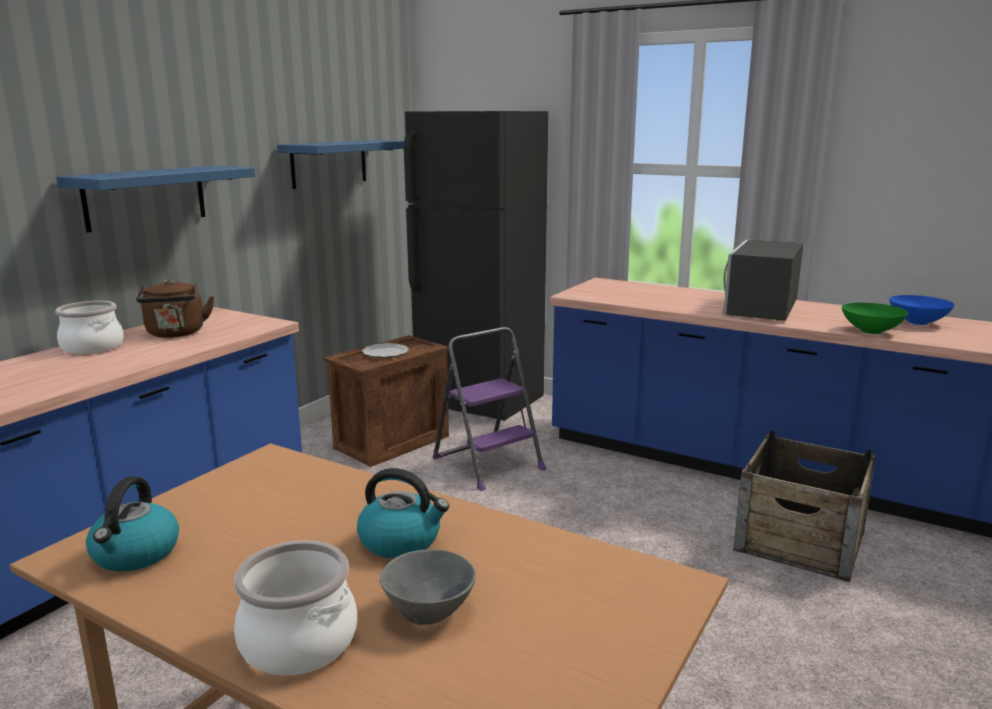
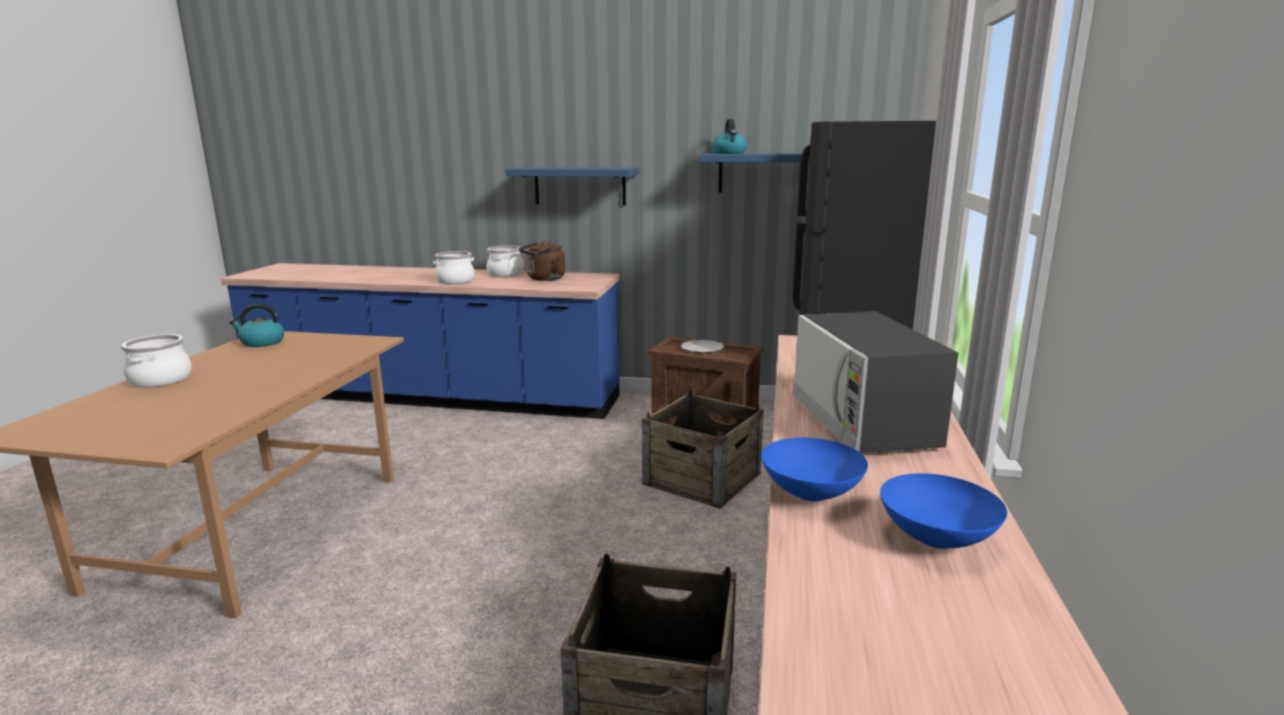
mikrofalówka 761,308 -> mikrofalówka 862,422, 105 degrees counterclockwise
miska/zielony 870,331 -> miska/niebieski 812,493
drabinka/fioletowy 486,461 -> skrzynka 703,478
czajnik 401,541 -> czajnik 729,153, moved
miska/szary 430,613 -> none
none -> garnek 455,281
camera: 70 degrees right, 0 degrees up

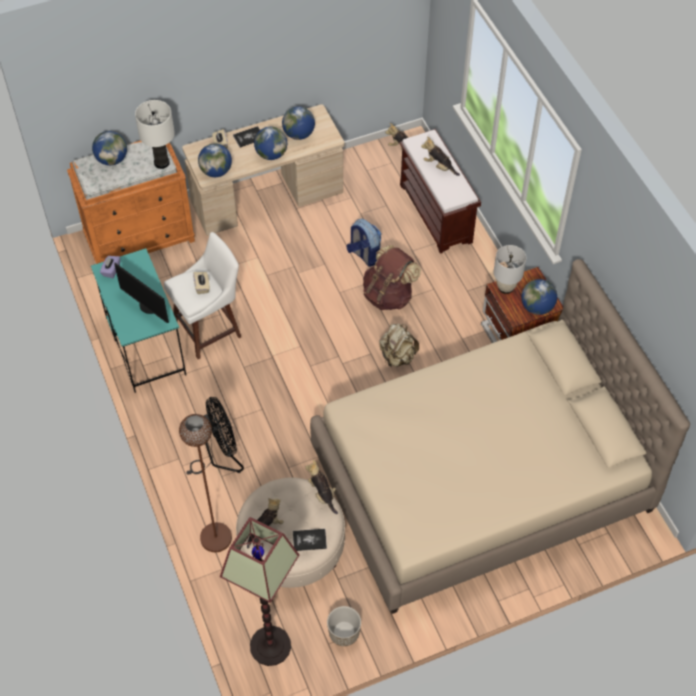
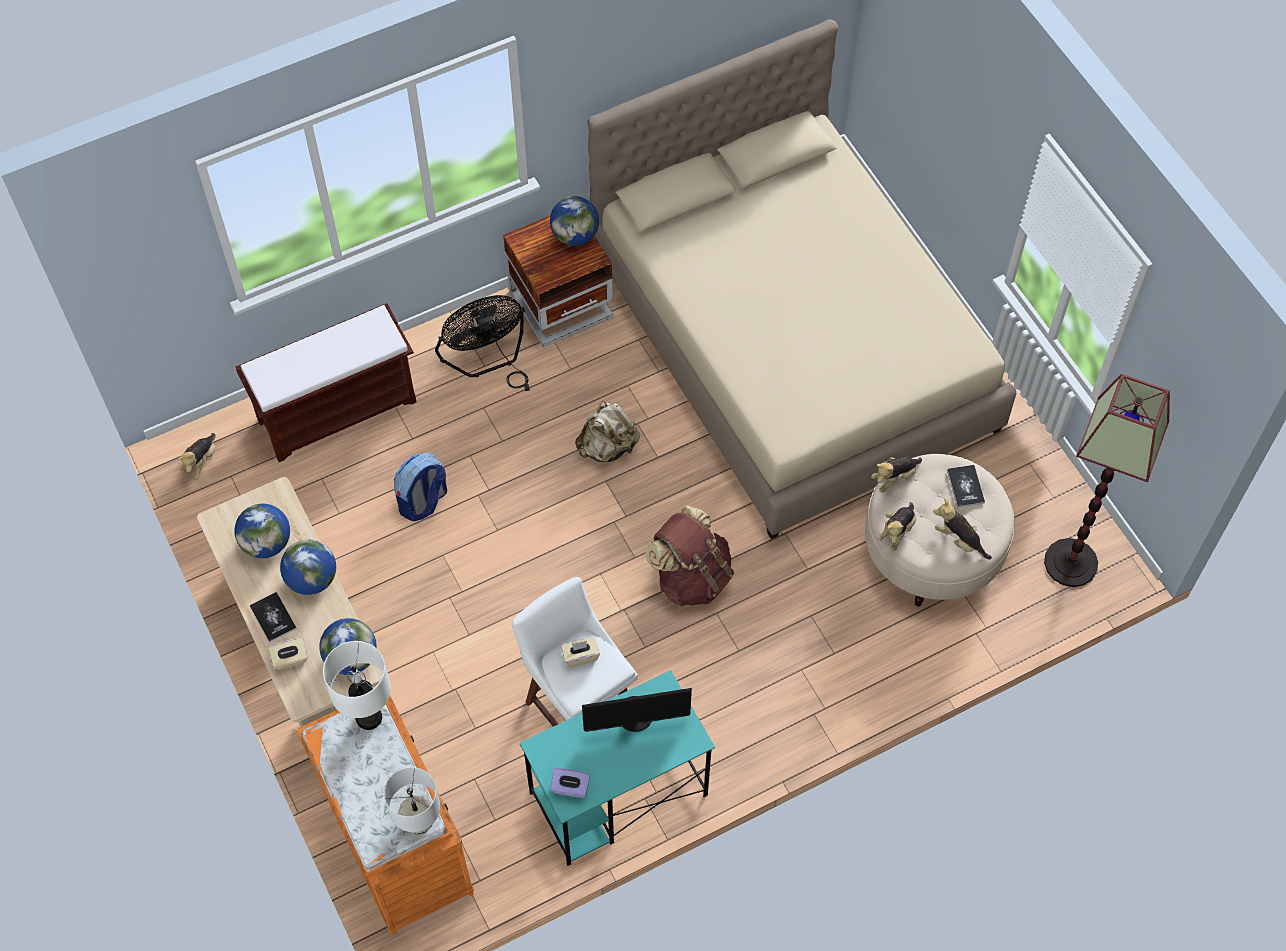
globus 112,160 -> none
pluszak 439,166 -> pluszak 897,531, moved
plecak/brązowy 388,295 -> plecak/brązowy 691,577, moved
lampa stołowa/biały 506,287 -> lampa stołowa/biały 418,821, moved
monitor 149,306 -> monitor 636,718, 45 degrees clockwise
wentylator/czarny 218,451 -> wentylator/czarny 491,359, moved
lampa stojąca/brązowy 215,538 -> none
donica 344,633 -> none
camera: 95 degrees left, 5 degrees up

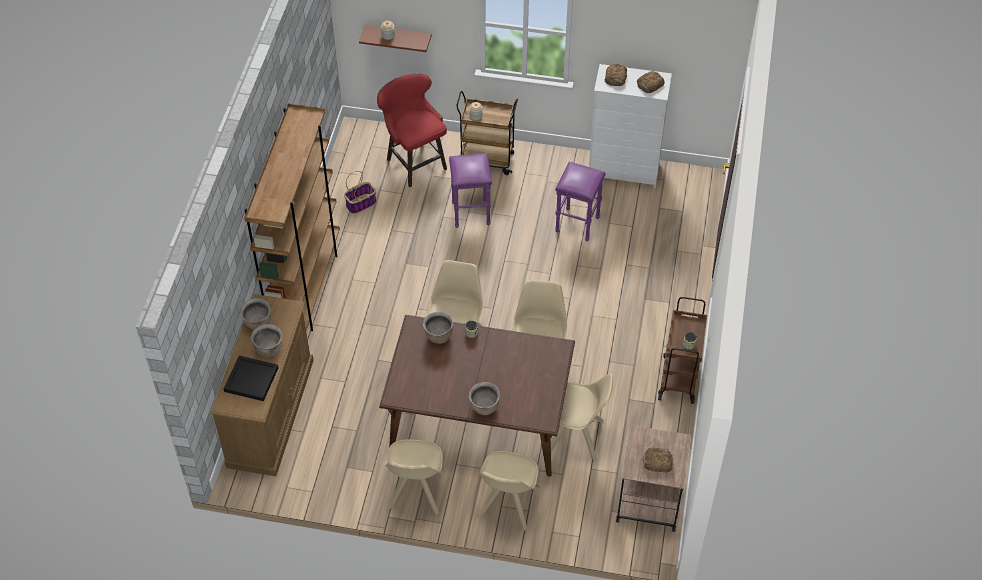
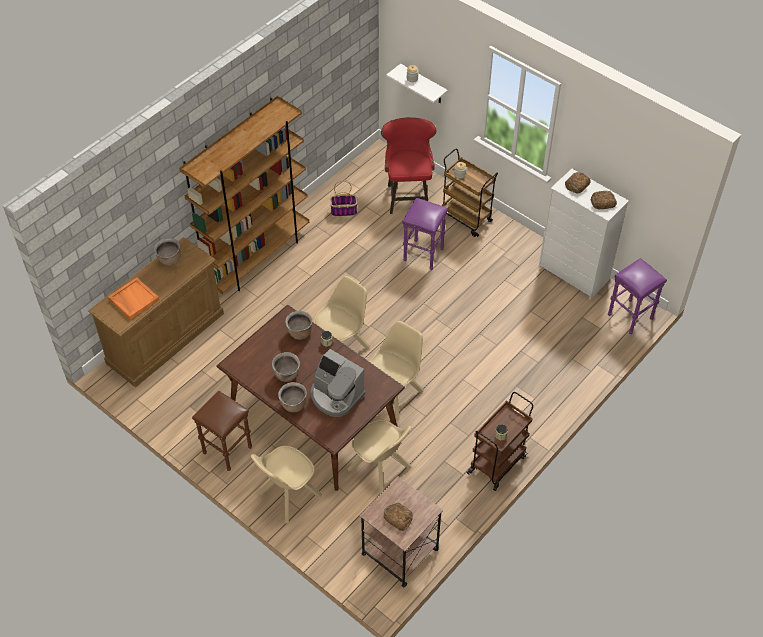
półka/brązowy 398,38 -> półka/biały 423,84
stołek/fioletowy 576,223 -> stołek/fioletowy 630,315, moved
garnek/brązowy 269,349 -> garnek/brązowy 287,375, moved
taca/czarny 251,380 -> taca/pomarańczowy 133,299
krzesło/beżowy 415,491 -> stołek/brązowy 226,450
none -> ekspres do kawy 336,396
camera: 30 degrees right, 0 degrees up

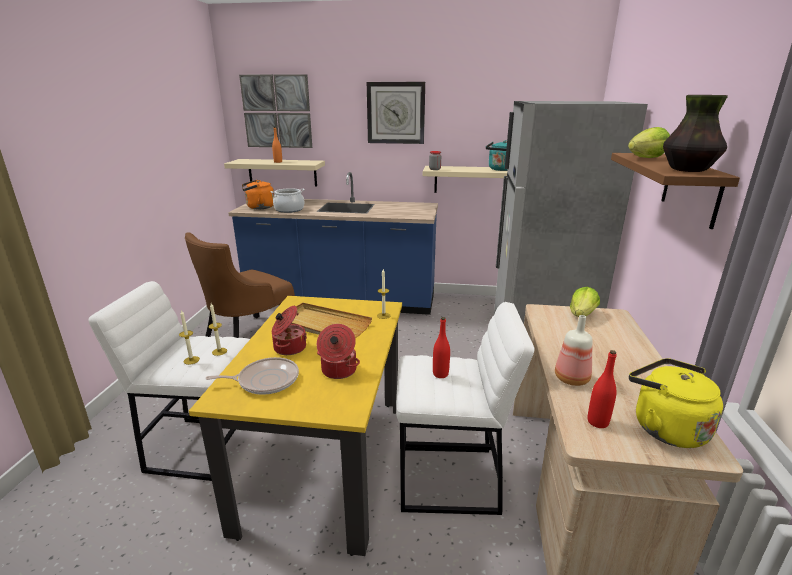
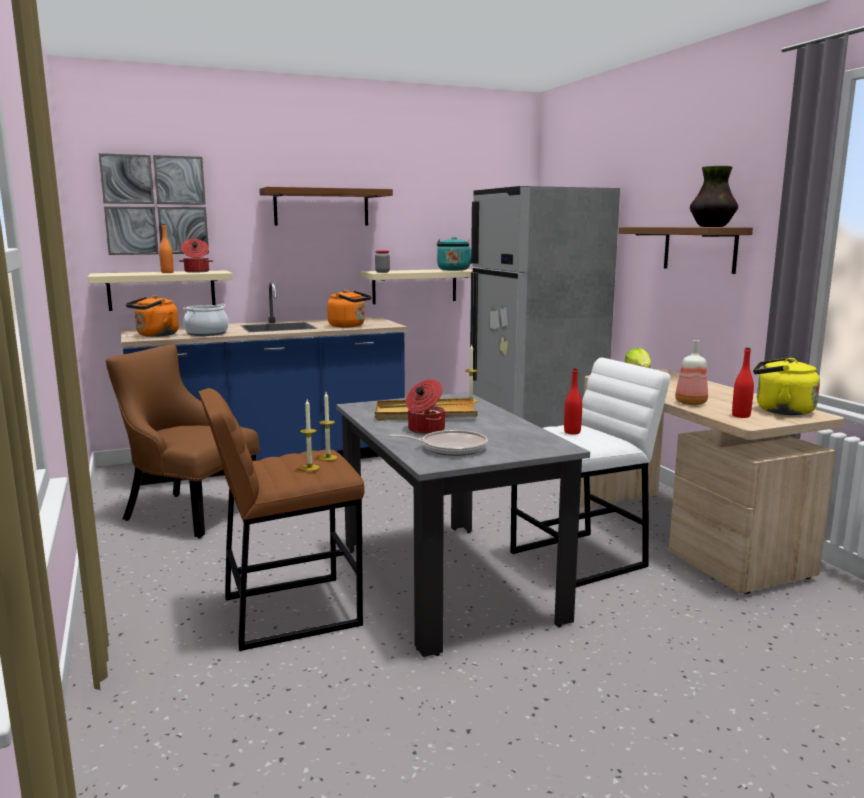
zegar ścienny 396,113 -> półka/brązowy 321,207
sałata 646,158 -> none
krzesło/brązowy 249,336 -> krzesło/brązowy 191,514, 105 degrees clockwise
stołek/biały 202,448 -> stołek/brązowy 287,612
stół jadalny/żółty 326,461 -> stół jadalny/szary 447,581
garnek 338,371 -> garnek 196,271, moved
patelnia 265,380 -> patelnia 450,448, 45 degrees clockwise
none -> czajnik/pomarańczowy 349,326
camera: 30 degrees left, 10 degrees down

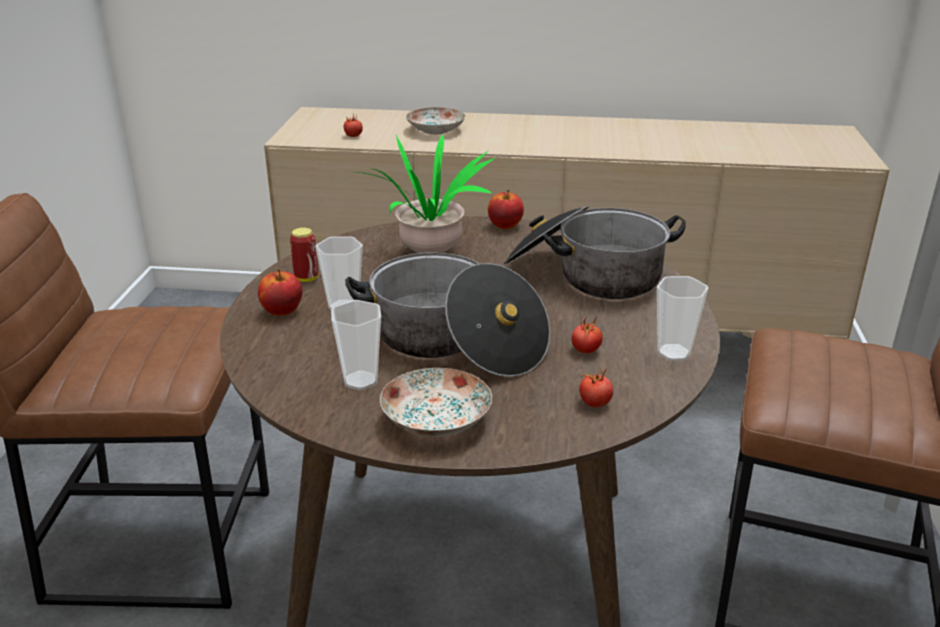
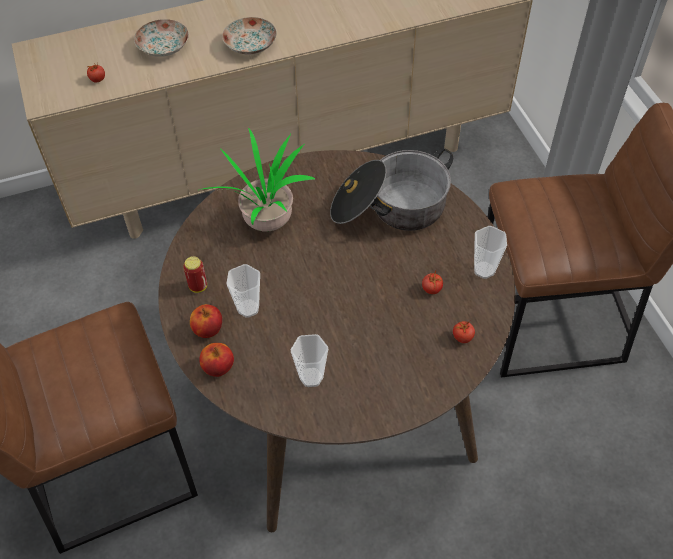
jabłko 505,226 -> jabłko 218,367, moved
garnek 454,342 -> none
talerz 435,421 -> talerz 250,45, moved
camera: 25 degrees left, 25 degrees up

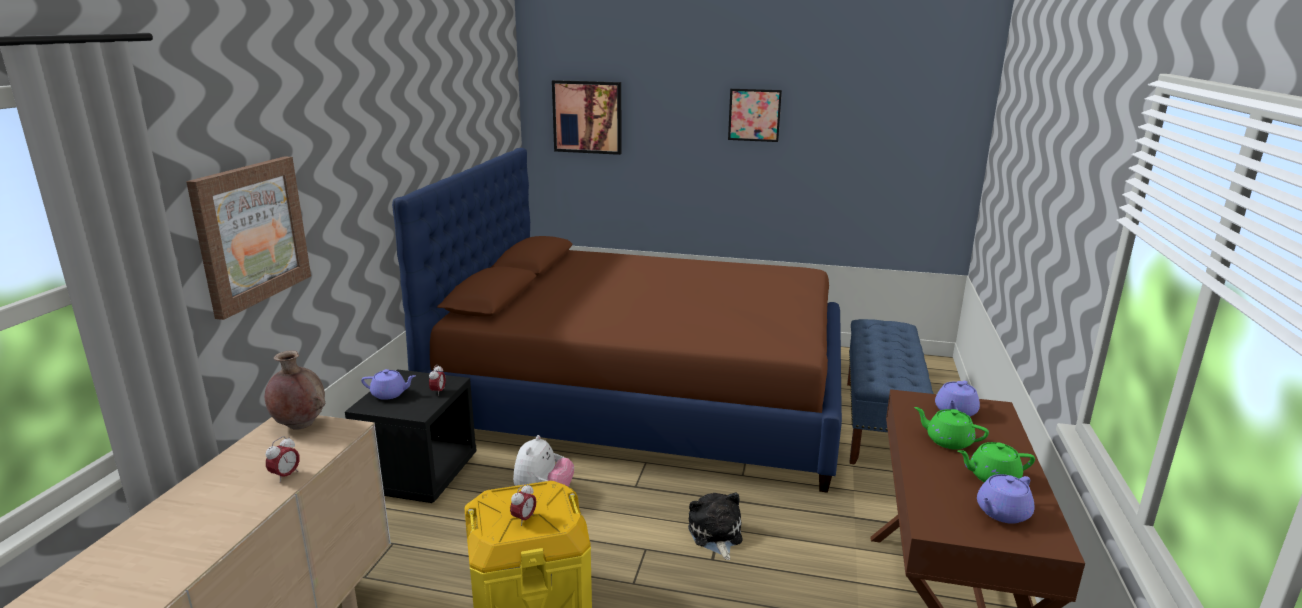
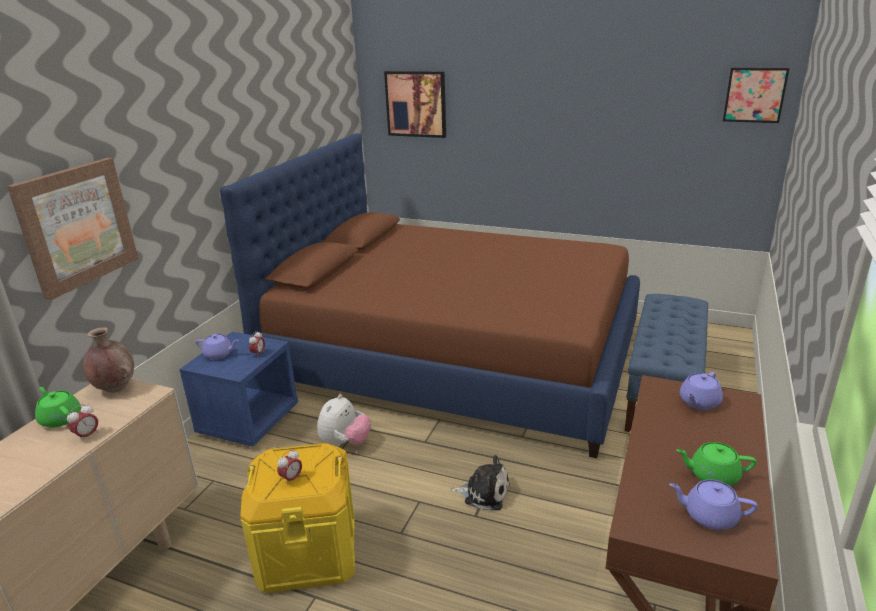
obraz 754,115 -> obraz 754,95, moved
szafka nocna/czarny 419,475 -> szafka nocna/niebieski 249,420
imbryk/zielony 947,441 -> imbryk/zielony 60,418, moved
imbryk/fioletowy 1001,513 -> imbryk/fioletowy 709,516, 45 degrees clockwise
pluszak 715,535 -> pluszak 484,493, 105 degrees clockwise
camera: 10 degrees right, 5 degrees up

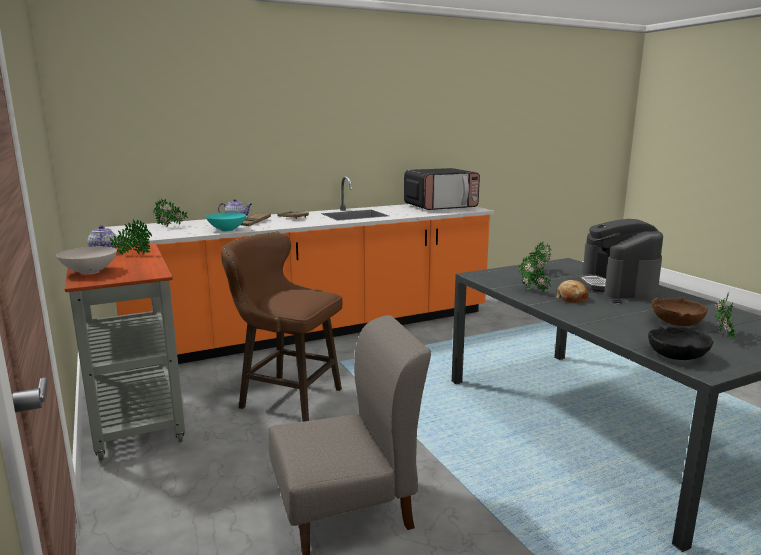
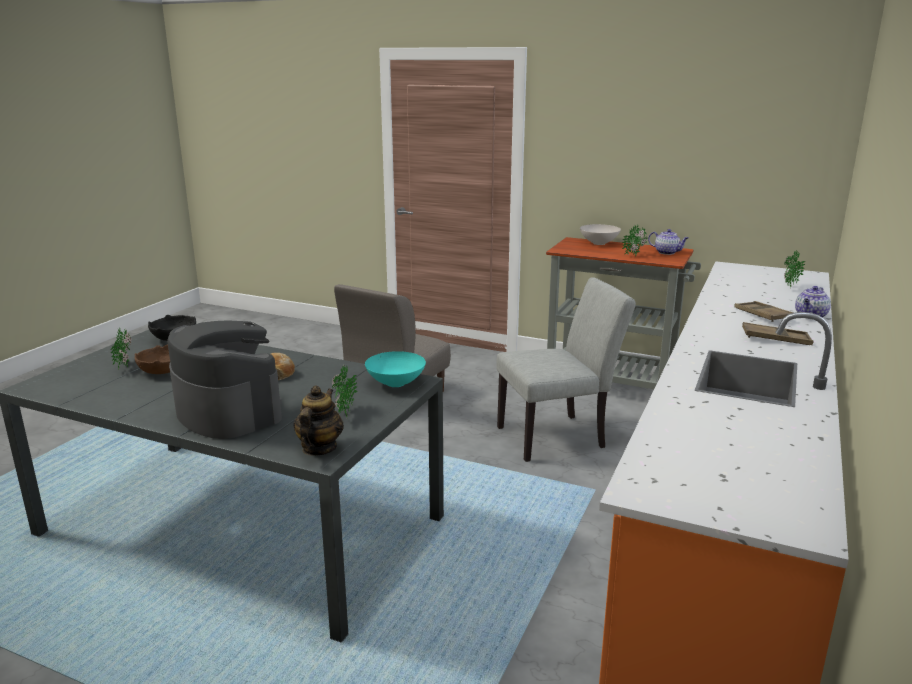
mikrofalówka 440,206 -> none
miska/turkusowy 226,230 -> miska/turkusowy 396,383, moved
stołek/brązowy 287,397 -> krzesło/szary 558,436
roślina doniczkowa 532,291 -> none
none -> imbryk 319,448
camera: 140 degrees right, 5 degrees up

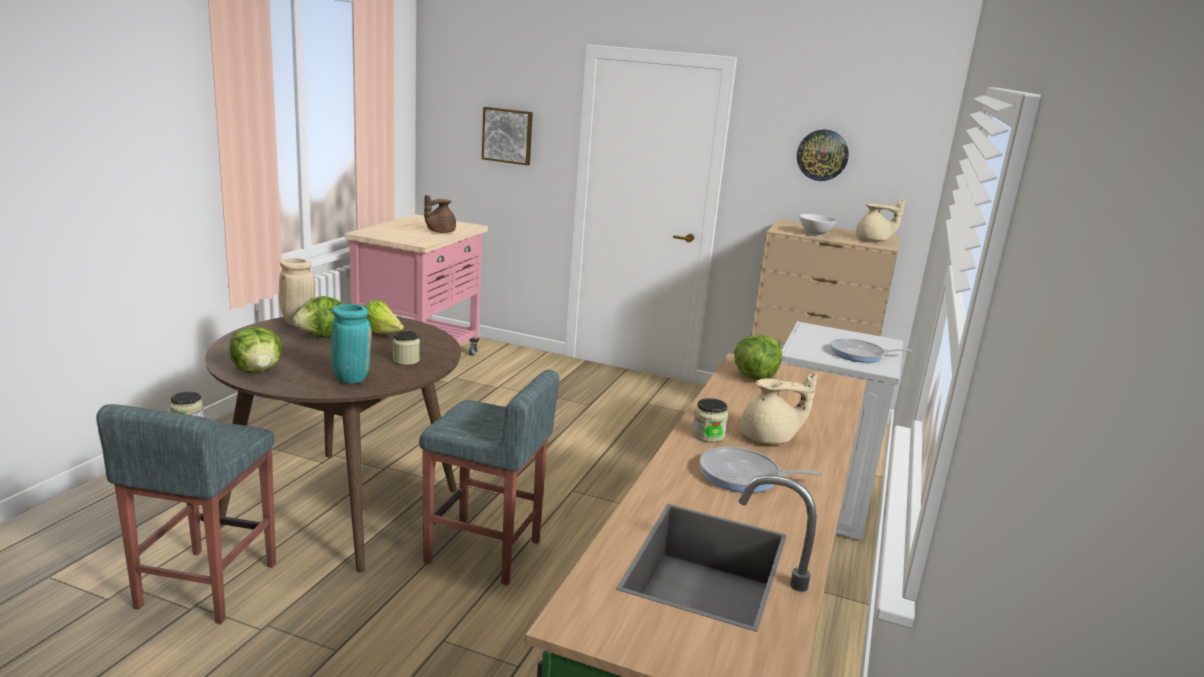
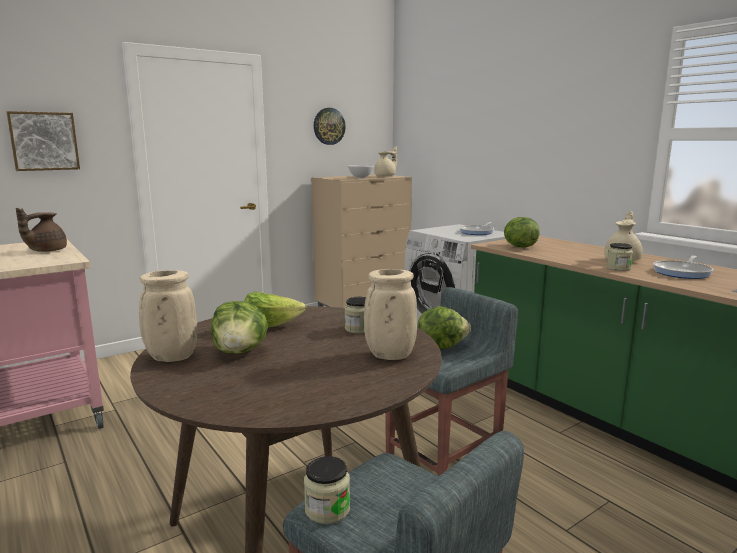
imbryk/brązowy 439,231 -> imbryk/brązowy 46,251, 45 degrees clockwise
wazon/turkusowy 350,378 -> wazon/beżowy 389,356
sałata 257,371 -> sałata 441,346, moved
camera: 55 degrees left, 5 degrees down

